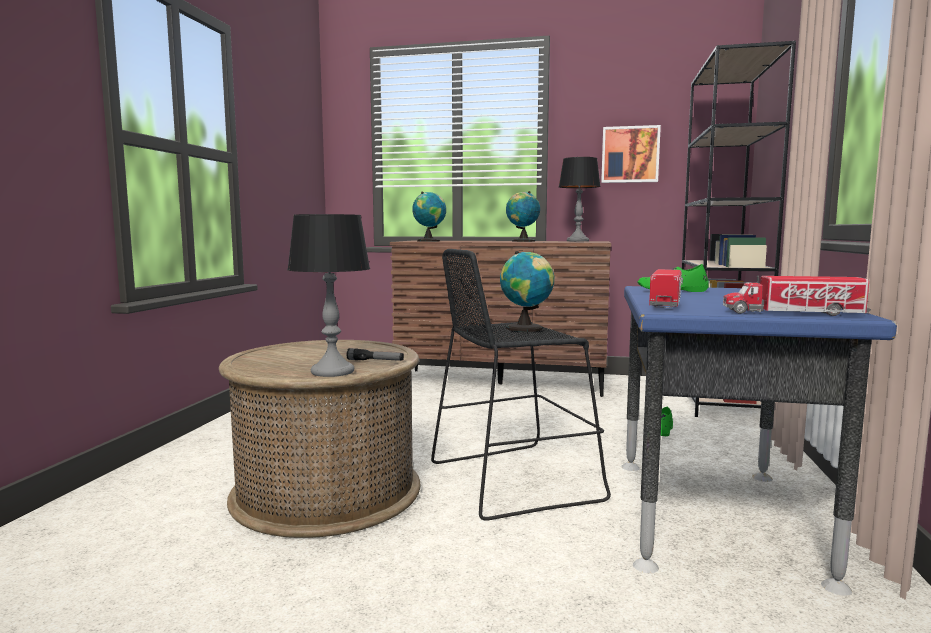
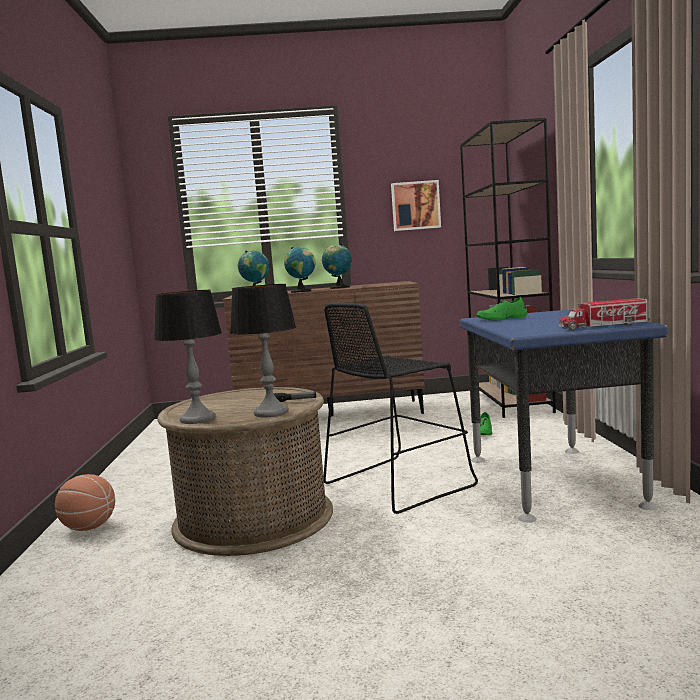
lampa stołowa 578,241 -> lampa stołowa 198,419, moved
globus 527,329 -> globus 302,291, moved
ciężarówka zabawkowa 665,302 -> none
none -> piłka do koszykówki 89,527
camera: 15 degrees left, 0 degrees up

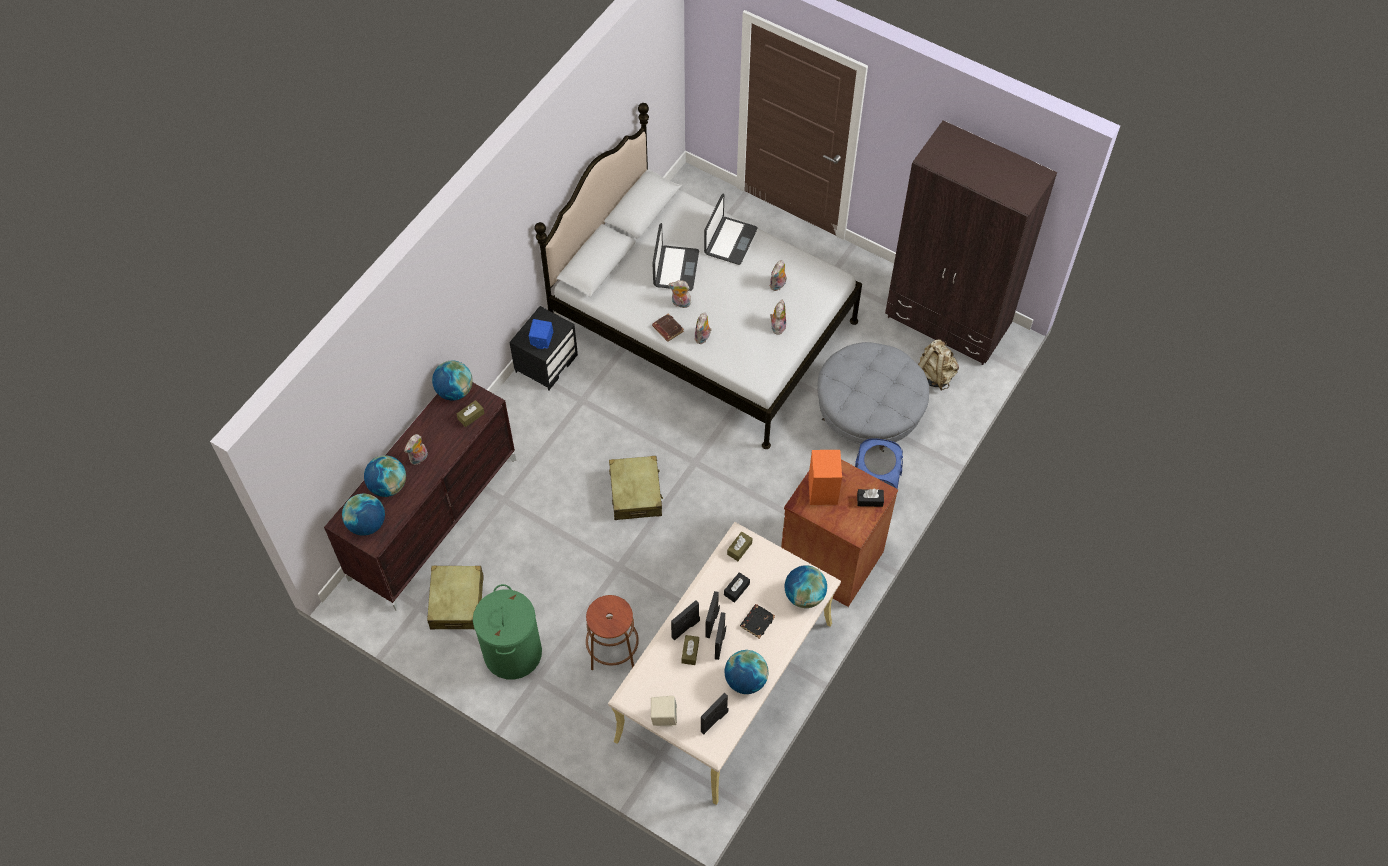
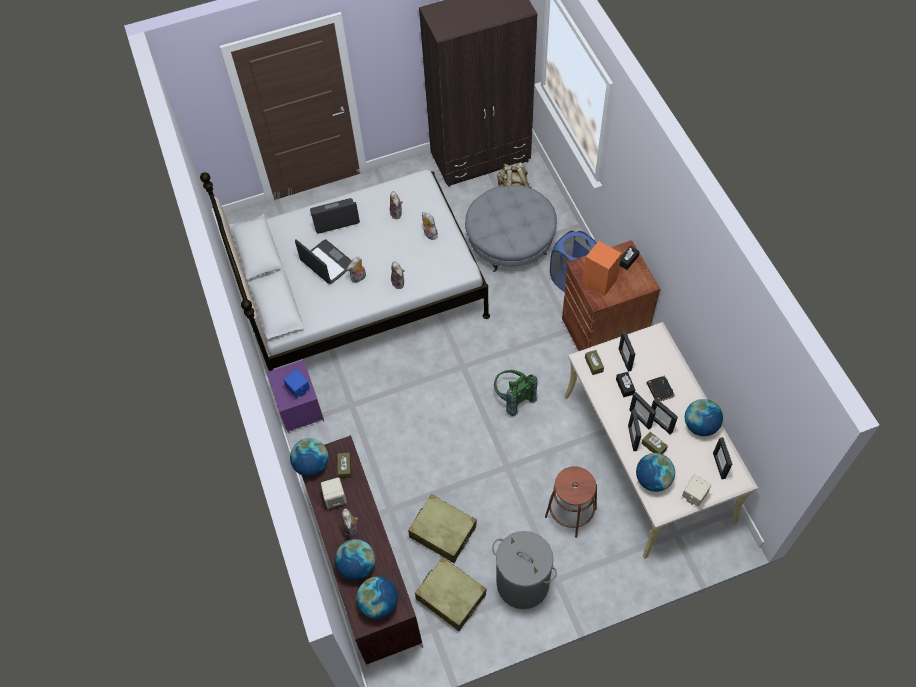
laptop 730,241 -> laptop 335,217, 75 degrees counterclockwise
szafka nocna/czarny 546,362 -> szafka nocna/fioletowy 299,408
książka/brązowy 667,329 -> none
walizka/beżowy 635,493 -> walizka/beżowy 442,532, moved
globus 804,595 -> globus 652,479, moved
kosz na pranie/zielony 512,652 -> kosz na pranie/szary 522,583
none -> ramka na zdjęcie 625,359
none -> plecak/zielony 513,398
none -> głośnik/beżowy 335,498
camera: 50 degrees left, 0 degrees up

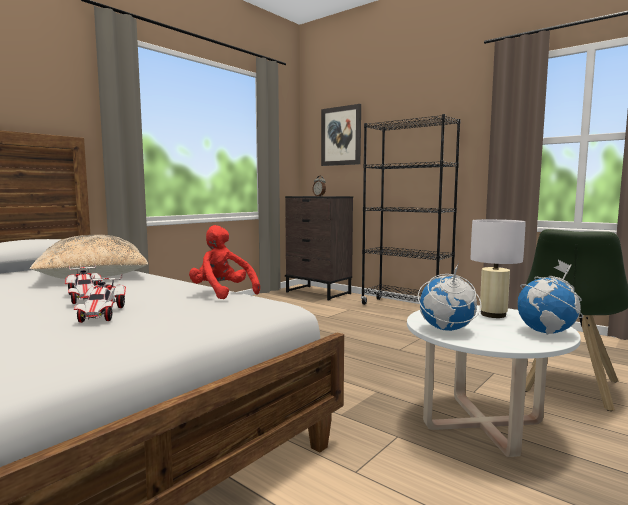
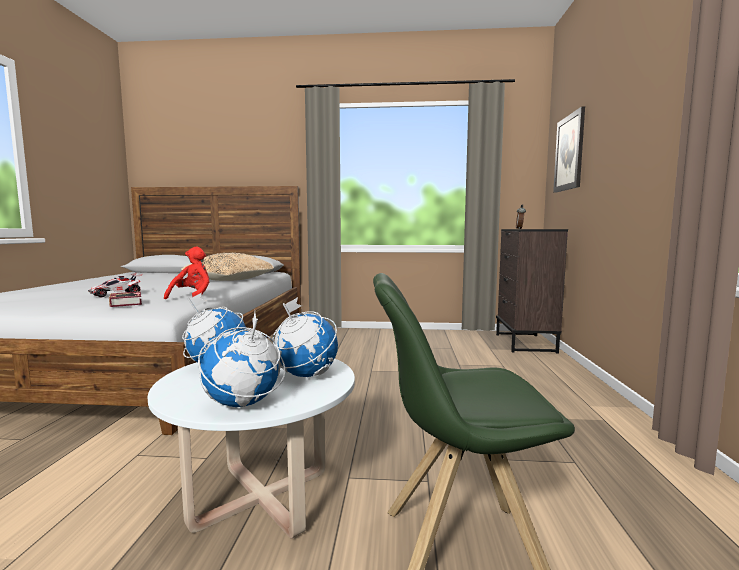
regał/czarny 406,308 -> none
lampa stołowa/biały 492,314 -> globus 305,375
samochodzik 85,297 -> none
none -> książka 127,303
camera: 55 degrees right, 0 degrees up

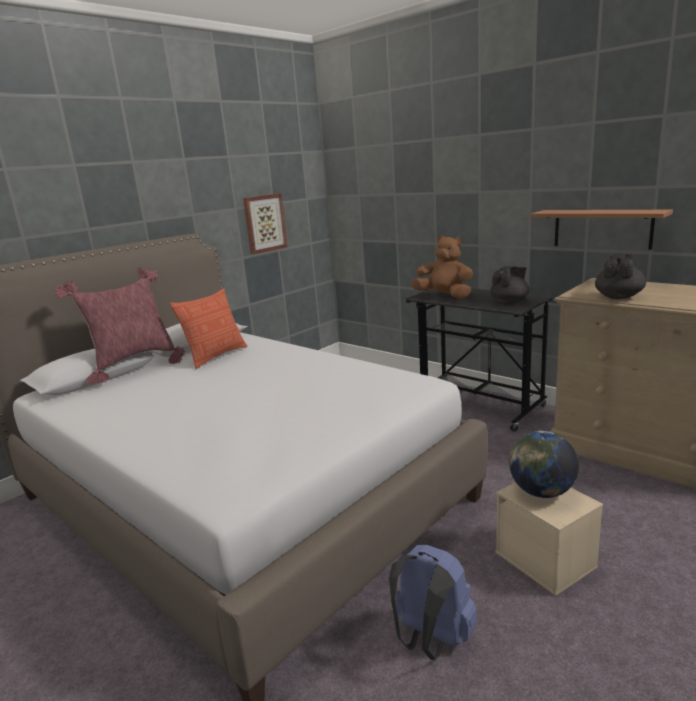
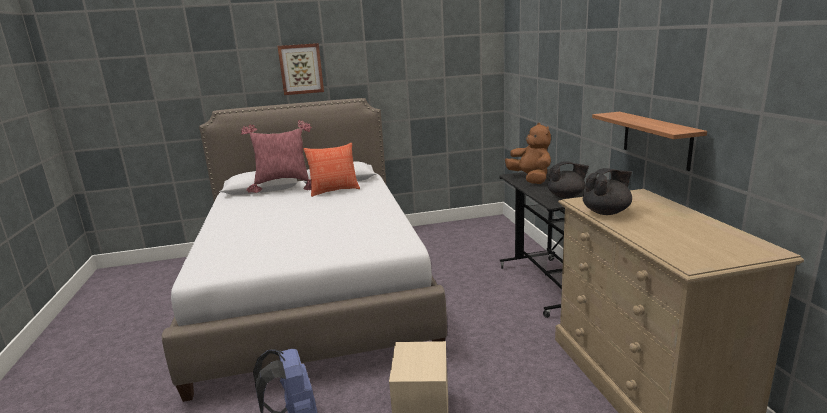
obraz 264,223 -> obraz 301,69, moved
globus 541,492 -> none
camera: 35 degrees right, 0 degrees up

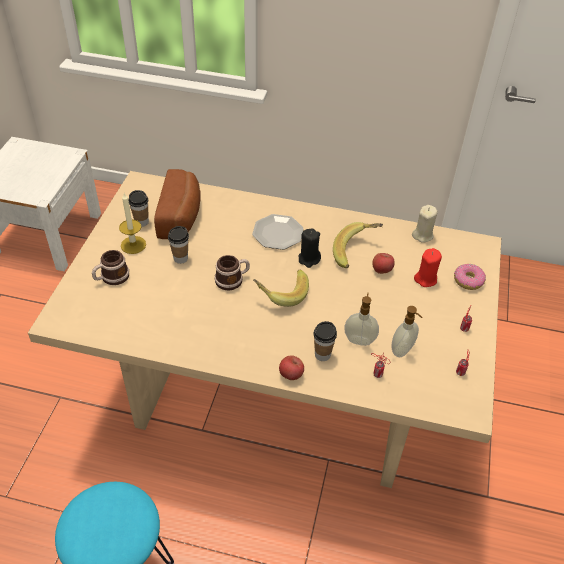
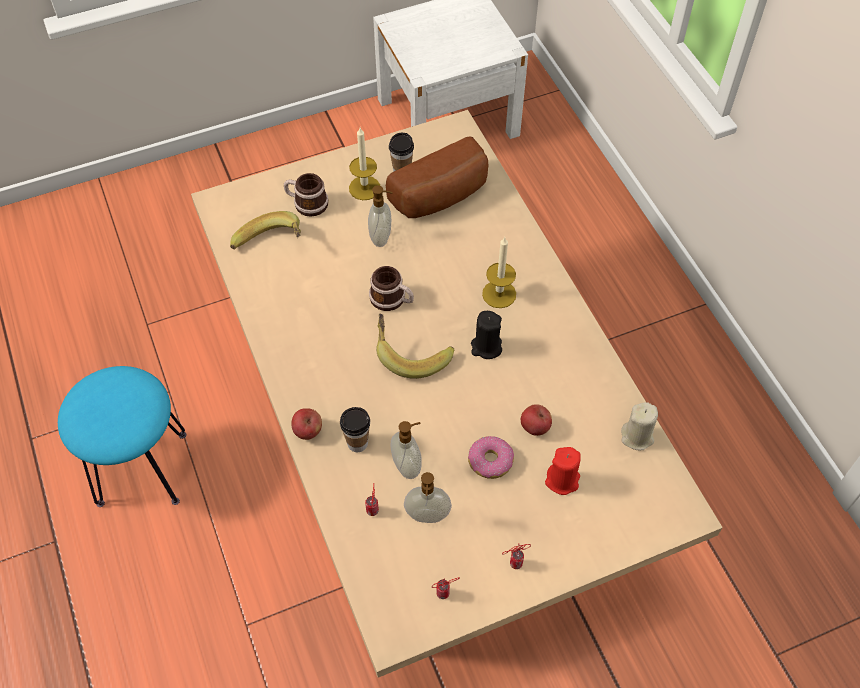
talerz 278,233 -> świeca 499,294
banan 356,252 -> banan 271,246, moved
filiżanka 180,258 -> dozownik mydła 381,237
donut 468,281 -> donut 490,461, moved
camera: 55 degrees right, 10 degrees up

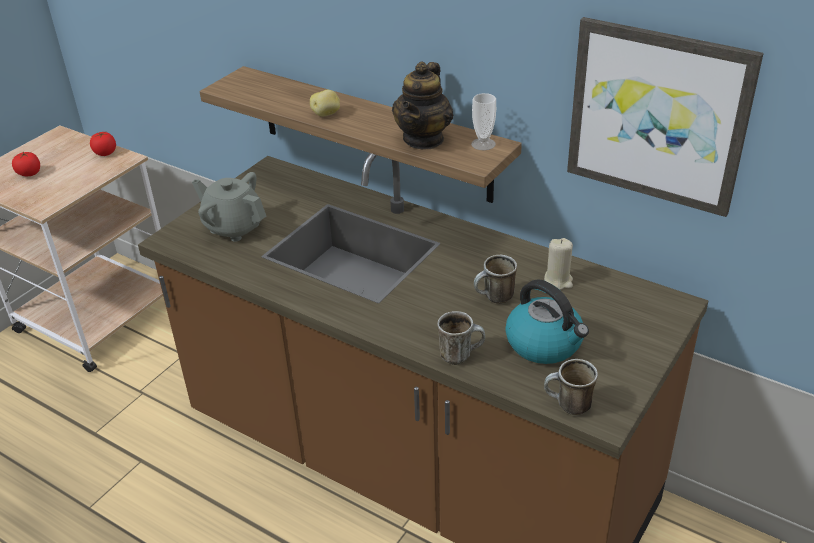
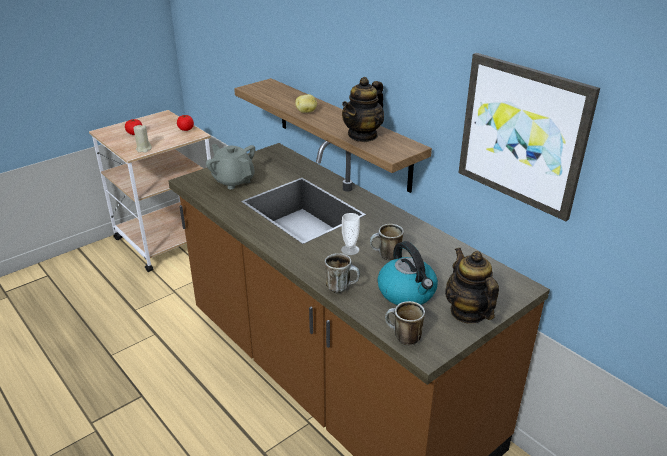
filiżanka 483,144 -> filiżanka 350,250, moved
świeca/beżowy 558,281 -> świeca/beżowy 144,149, moved
none -> imbryk 468,312
camera: 15 degrees right, 5 degrees down

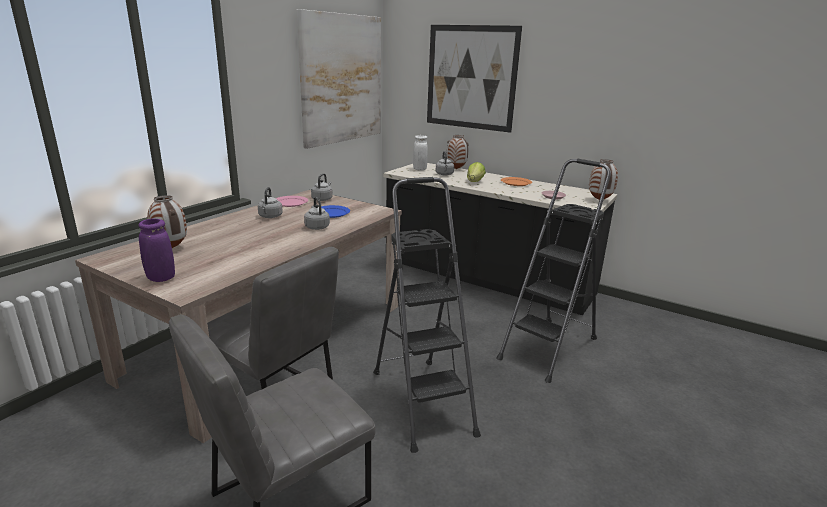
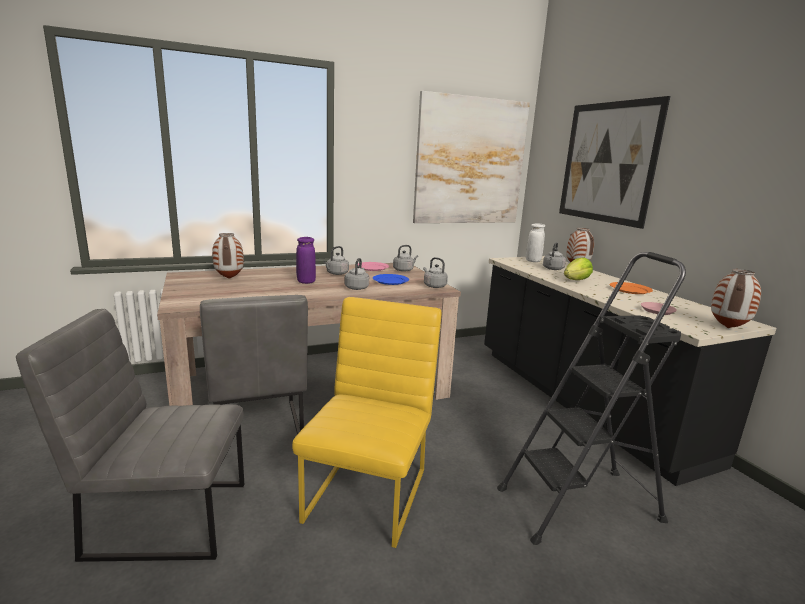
drabinka 421,399 -> krzesło/żółty 369,492
wazon/fioletowy 161,278 -> wazon/fioletowy 306,282, moved
none -> czajnik/szary 434,286
camera: 35 degrees right, 5 degrees down

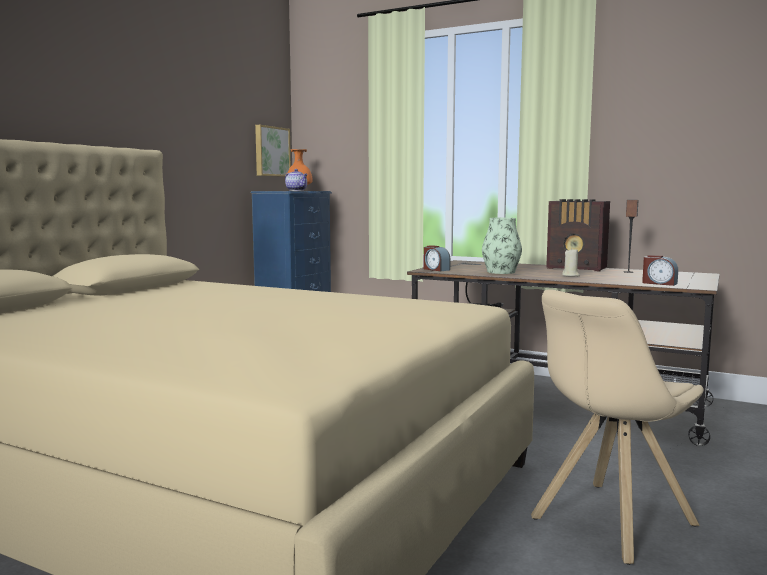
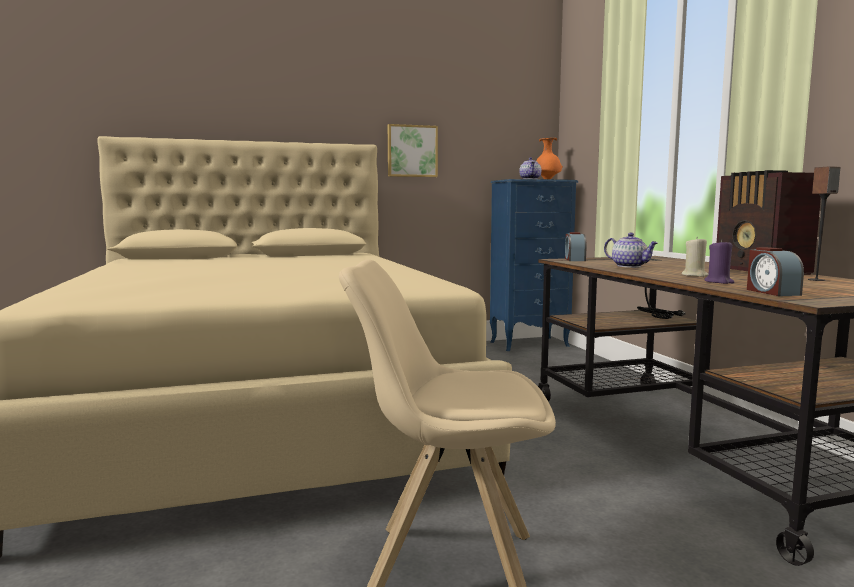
obraz 271,151 -> obraz 412,151, moved
wazon 501,272 -> imbryk 630,266
none -> świeca/fioletowy 719,282
camera: 45 degrees right, 0 degrees up

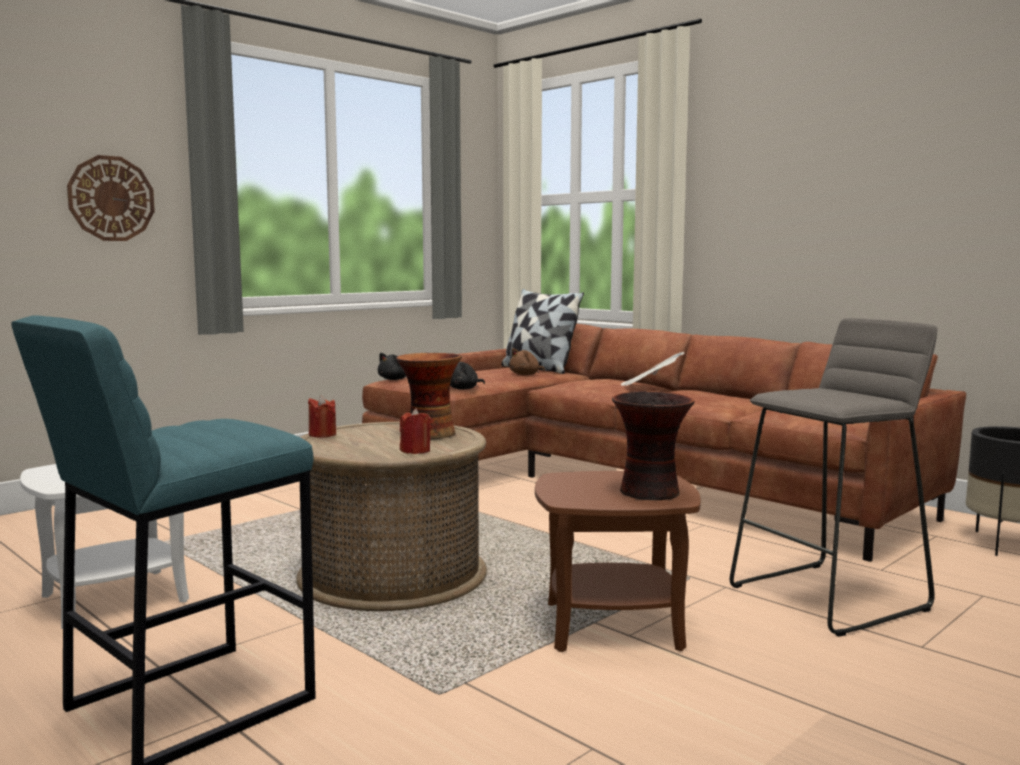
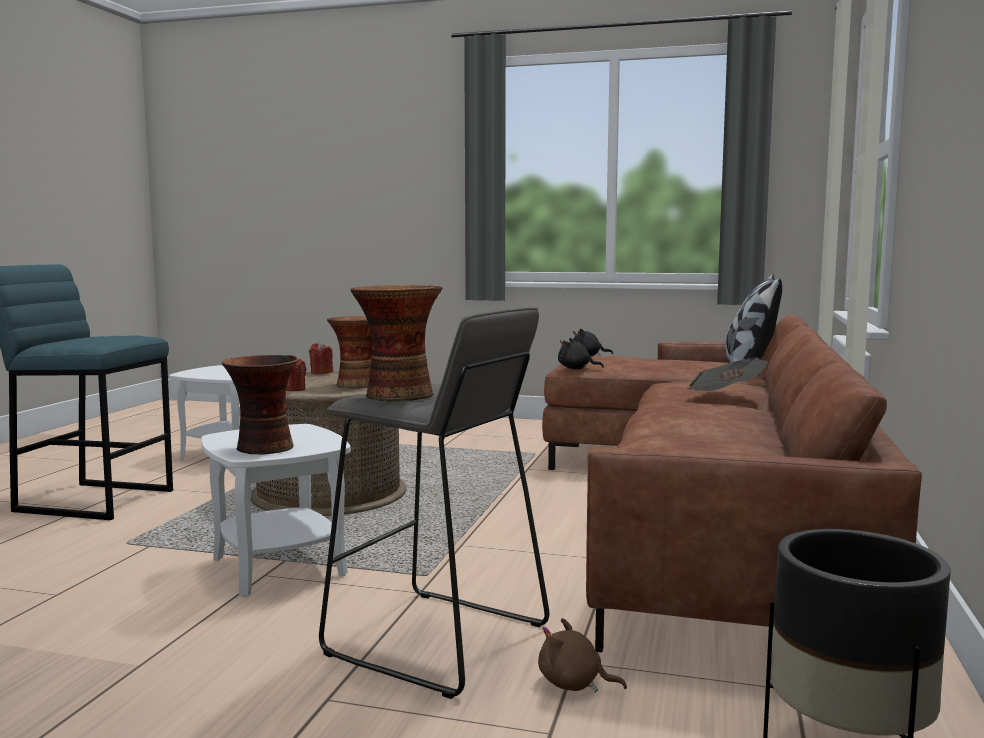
zegar ścienny 111,198 -> none
pluszak/brązowy 526,375 -> pluszak/brązowy 574,684, moved
stolik/brązowy 613,626 -> stolik/biały 279,567
none -> wazon 397,395
camera: 60 degrees right, 0 degrees up

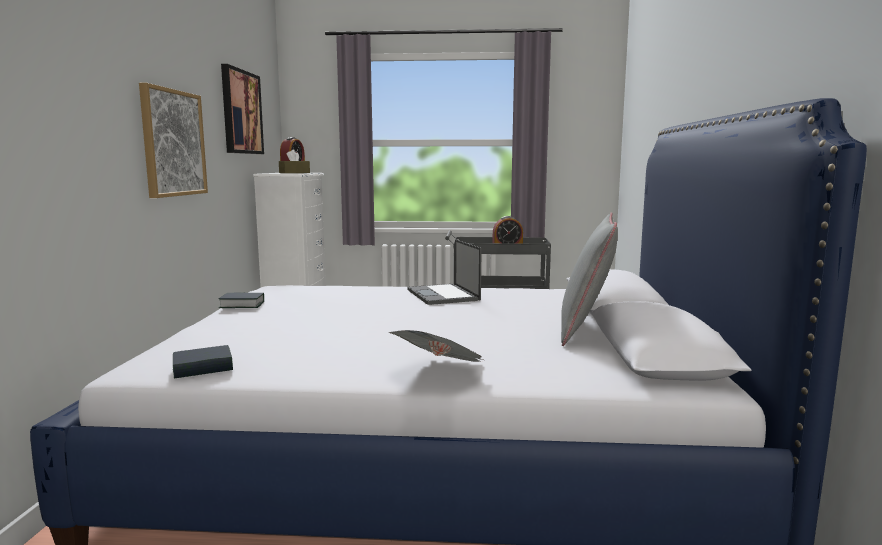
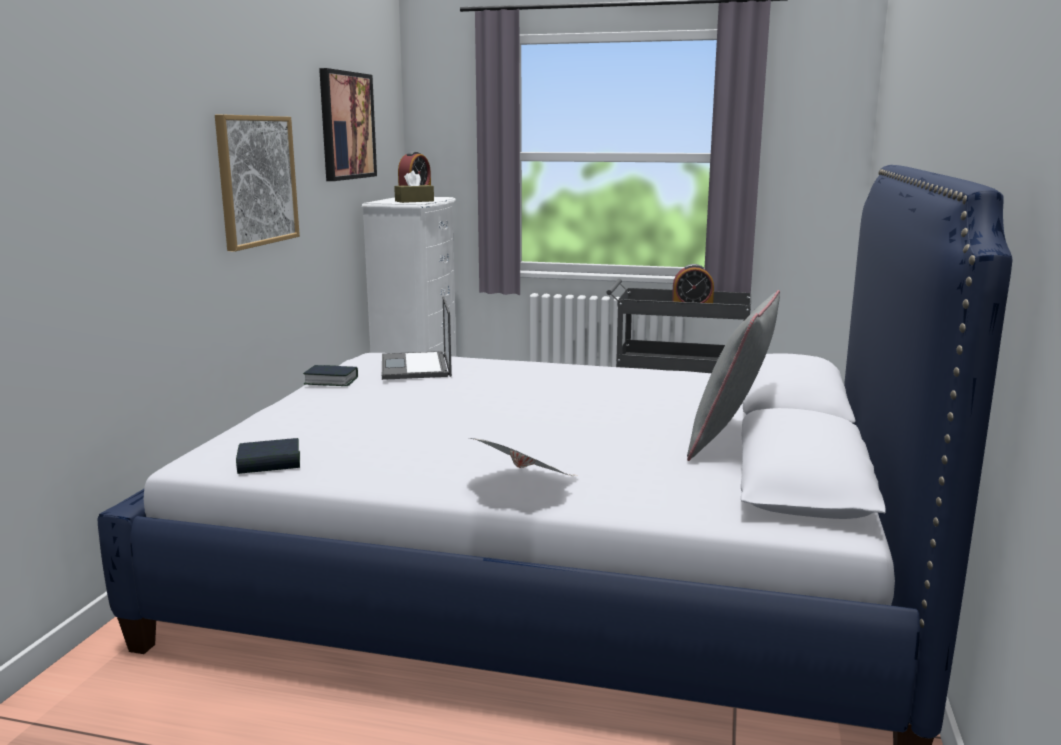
laptop 443,295 -> laptop 416,367, moved
camera: 10 degrees right, 5 degrees up

